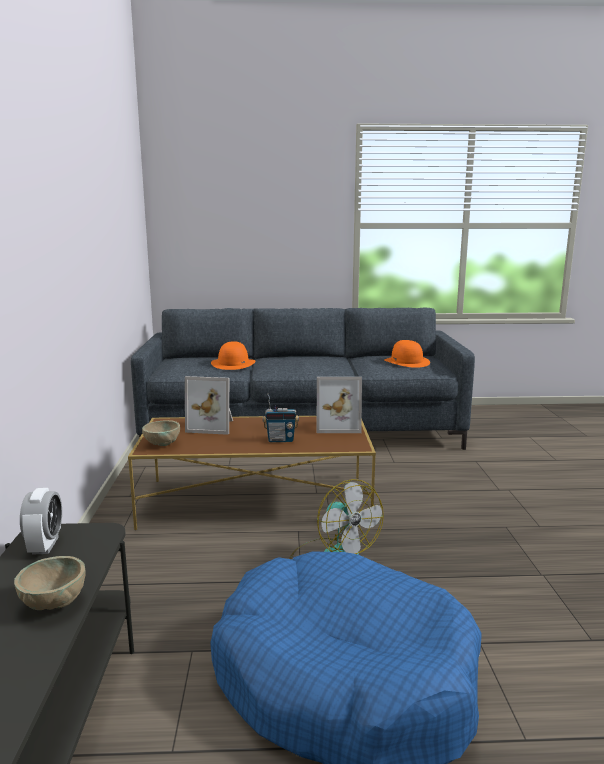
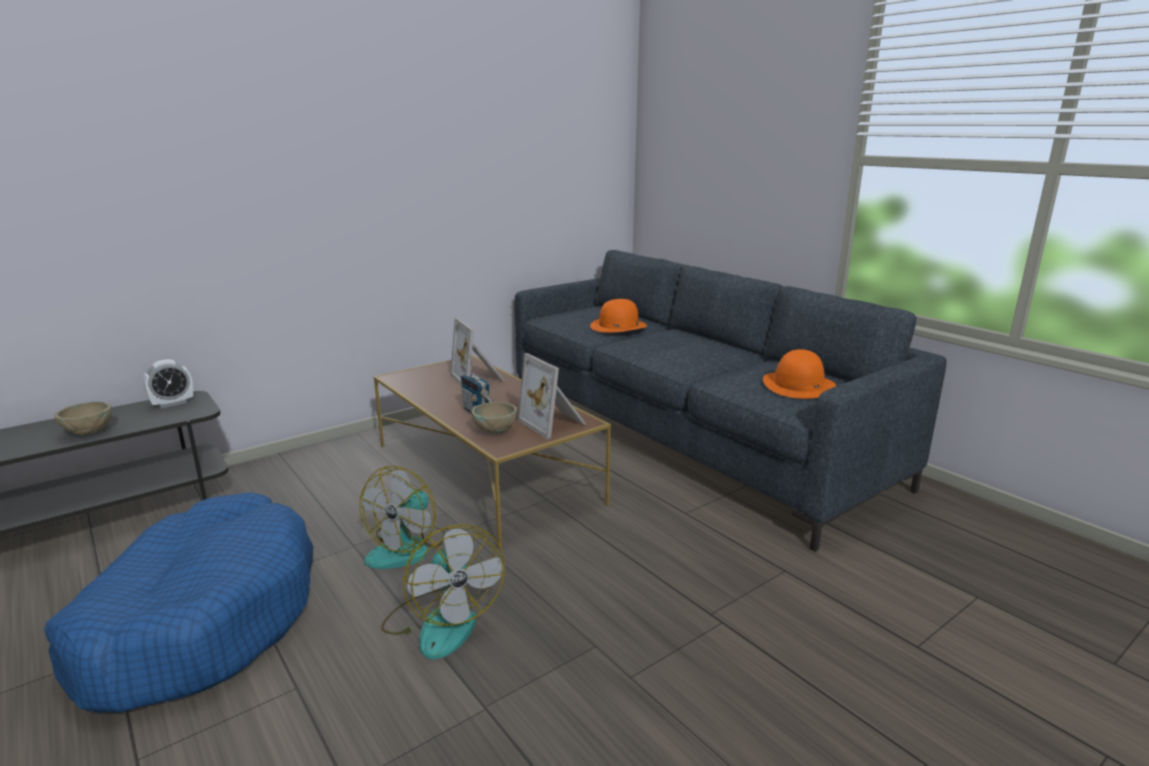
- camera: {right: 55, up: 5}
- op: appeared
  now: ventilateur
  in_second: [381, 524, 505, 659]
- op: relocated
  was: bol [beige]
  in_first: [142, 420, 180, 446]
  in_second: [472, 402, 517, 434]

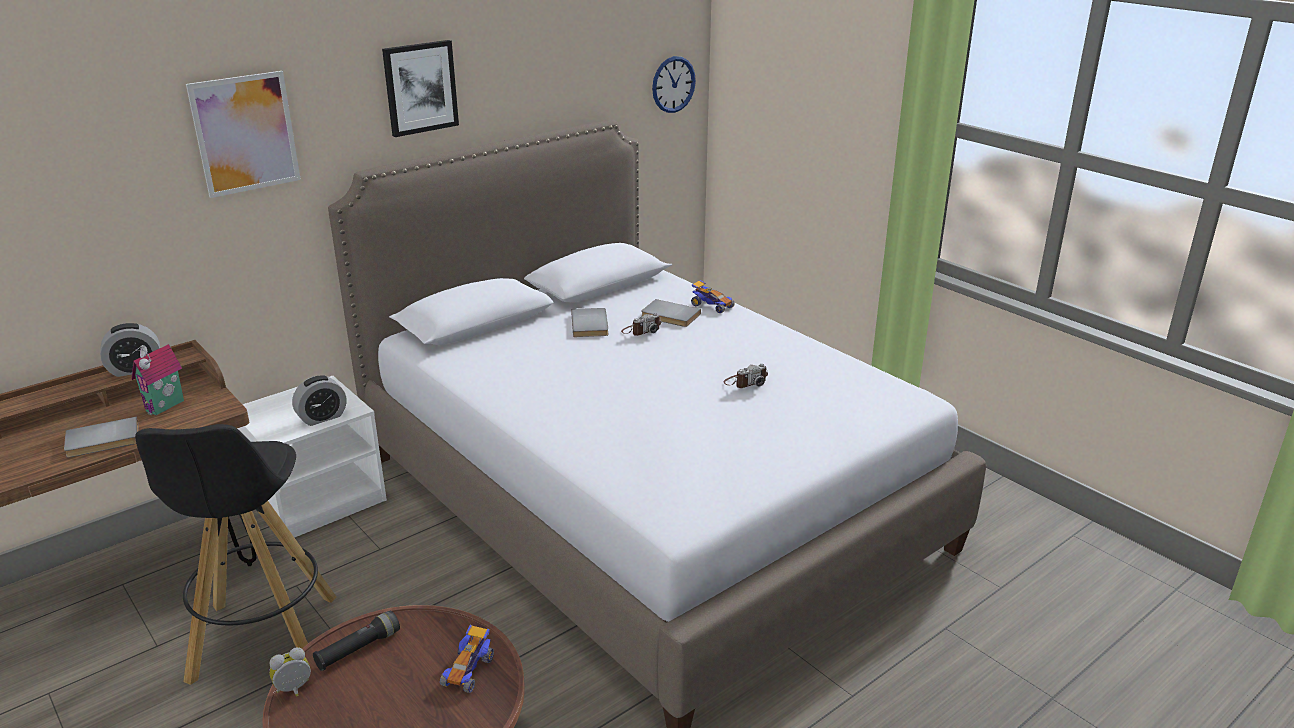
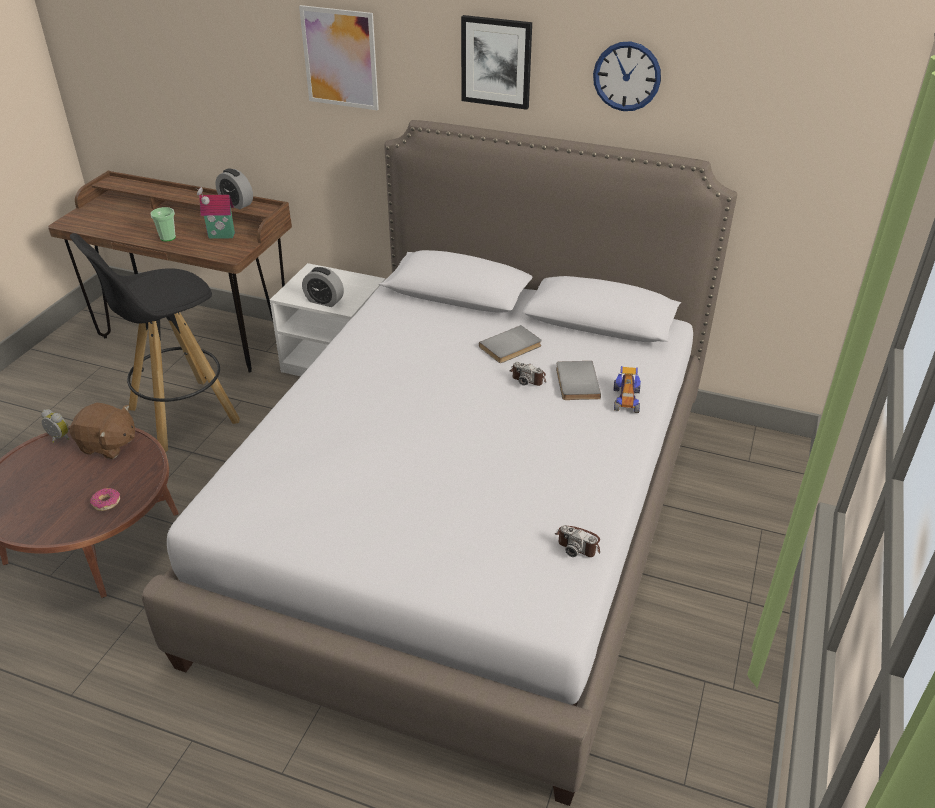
- camera: {right: 60, up: 10}
- op: exchanged
  was: lampe de poche [noir]
  now: peluche [marron]
  in_first: [313, 611, 400, 671]
  in_second: [70, 403, 135, 459]
- op: exchanged
  was: petite voiture
  now: beignet
  in_first: [440, 625, 494, 693]
  in_second: [90, 488, 120, 511]
- op: exchanged
  was: livre [gris]
  now: tasse
  in_first: [64, 417, 139, 458]
  in_second: [150, 207, 176, 241]
- op: relocated
  was: appareil photo
  in_first: [724, 364, 768, 388]
  in_second: [555, 525, 600, 557]
- op: relocated
  was: horloge murale
  in_first: [652, 56, 696, 113]
  in_second: [593, 41, 661, 111]

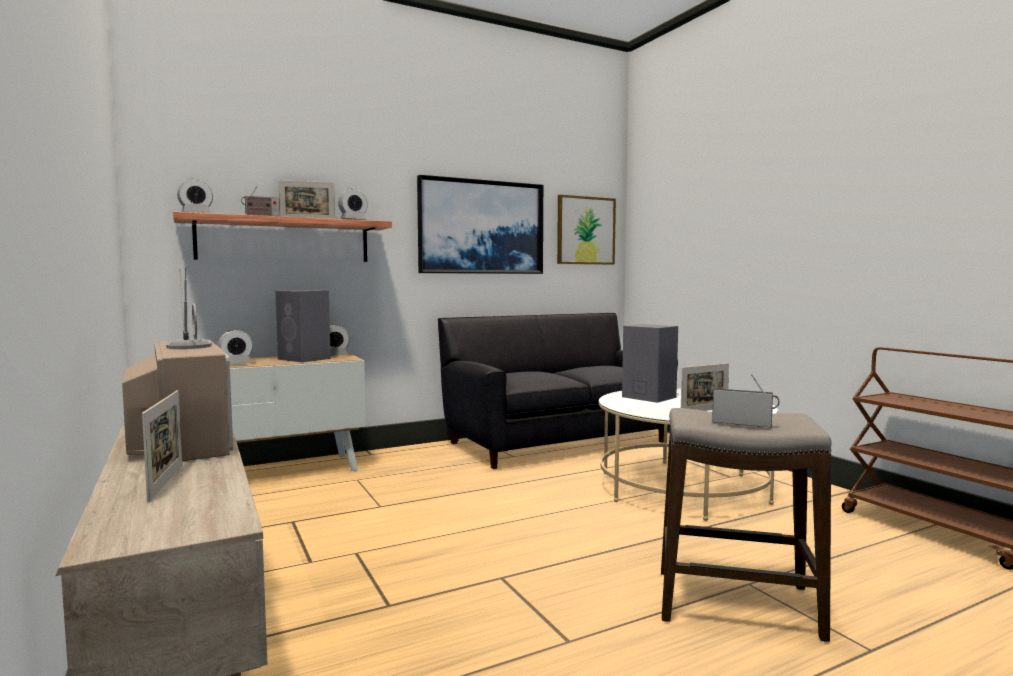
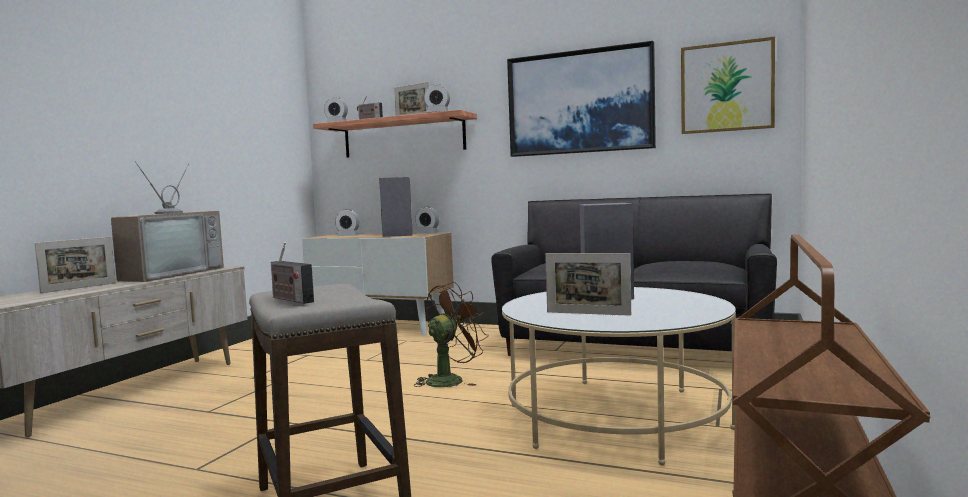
- camera: {right: 50, up: 0}
- op: spun
  was: radio
  in_first: [712, 374, 779, 427]
  in_second: [271, 242, 314, 304]
  clockwise: 150
- op: appeared
  now: ventilateur [marron]
  in_second: [414, 282, 489, 387]

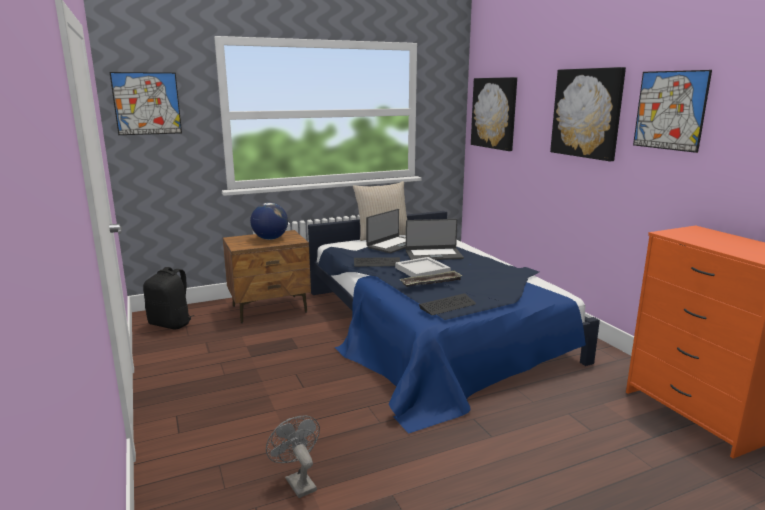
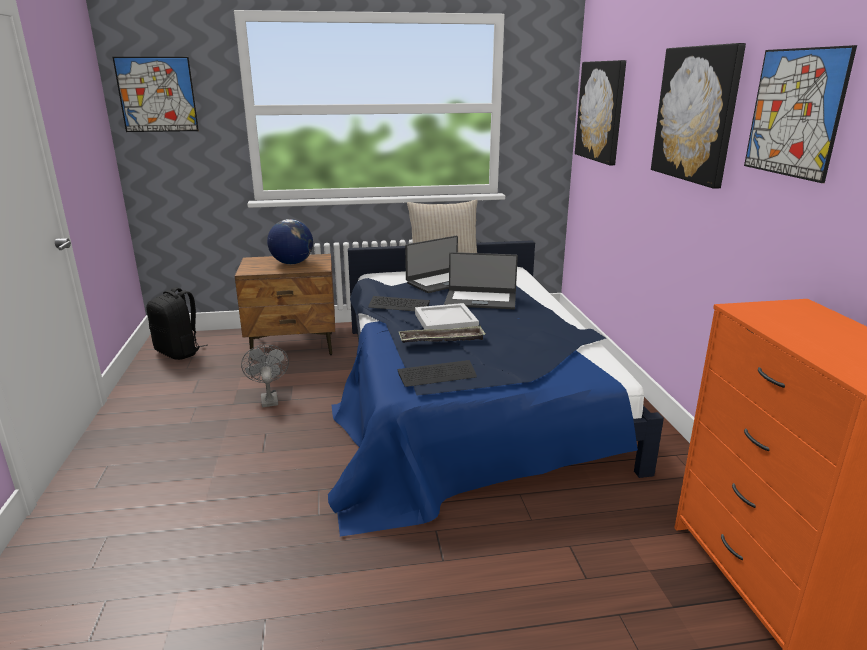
- camera: {right: 15, up: 5}
- op: relocated
  was: ventilateur [gris]
  in_first: [266, 416, 320, 498]
  in_second: [241, 344, 289, 407]

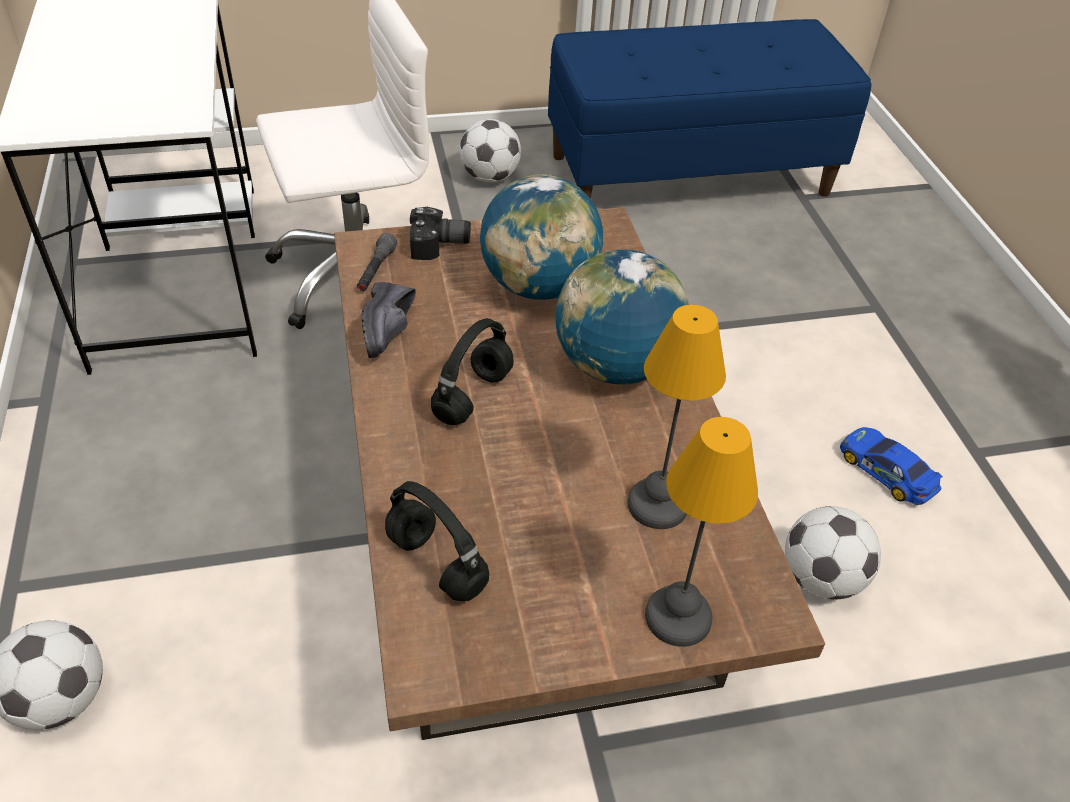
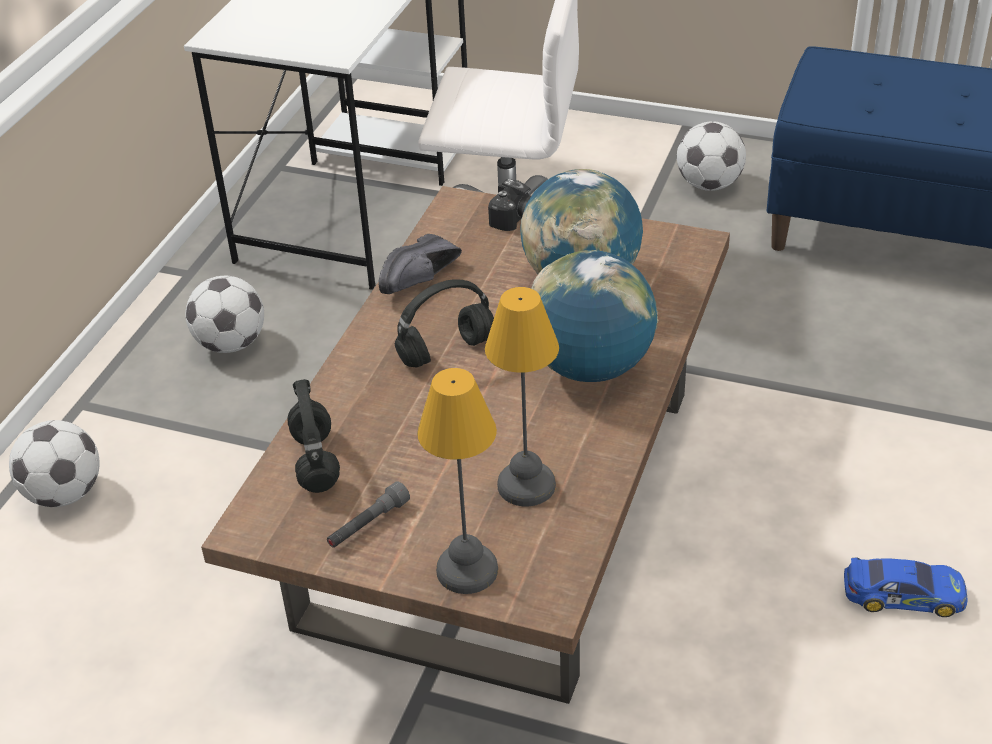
- camera: {right: 35, up: -5}
- op: relocated
  was: ballon de foot
  in_first: [785, 506, 881, 600]
  in_second: [186, 276, 264, 353]
- op: relocated
  was: lampe de poche [gris]
  in_first: [357, 233, 397, 291]
  in_second: [327, 481, 410, 548]
- op: spun
  was: petite voiture
  in_first: [840, 427, 943, 505]
  in_second: [844, 557, 968, 617]
  clockwise: 105

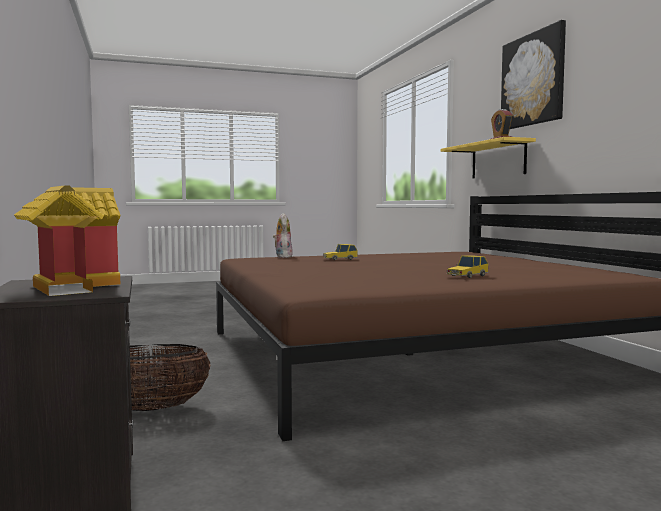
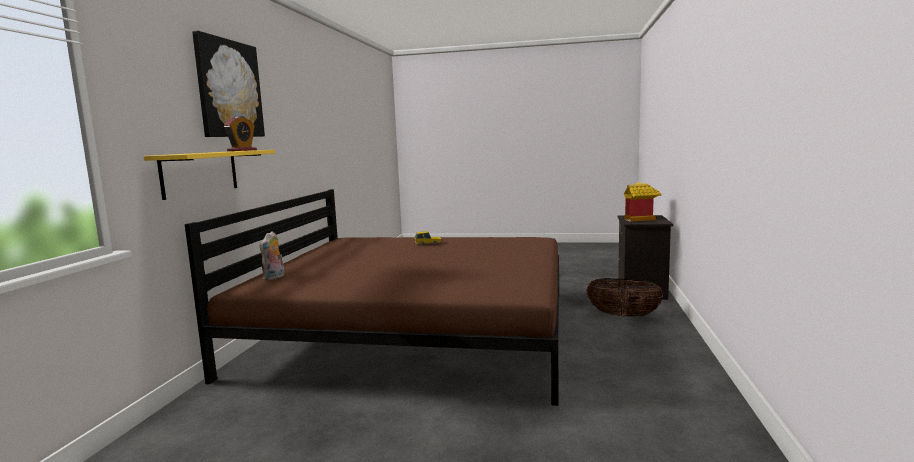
- camera: {right: -150, up: 5}
- op: relocated
  was: peluche
  in_first: [273, 213, 293, 258]
  in_second: [259, 231, 284, 280]
- op: missing
  was: petite voiture
  in_first: [323, 244, 358, 260]

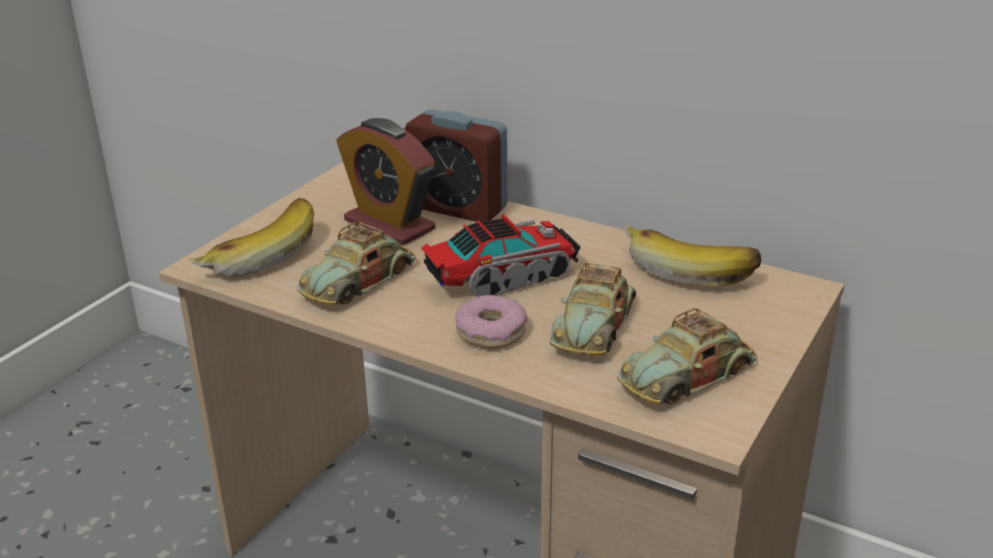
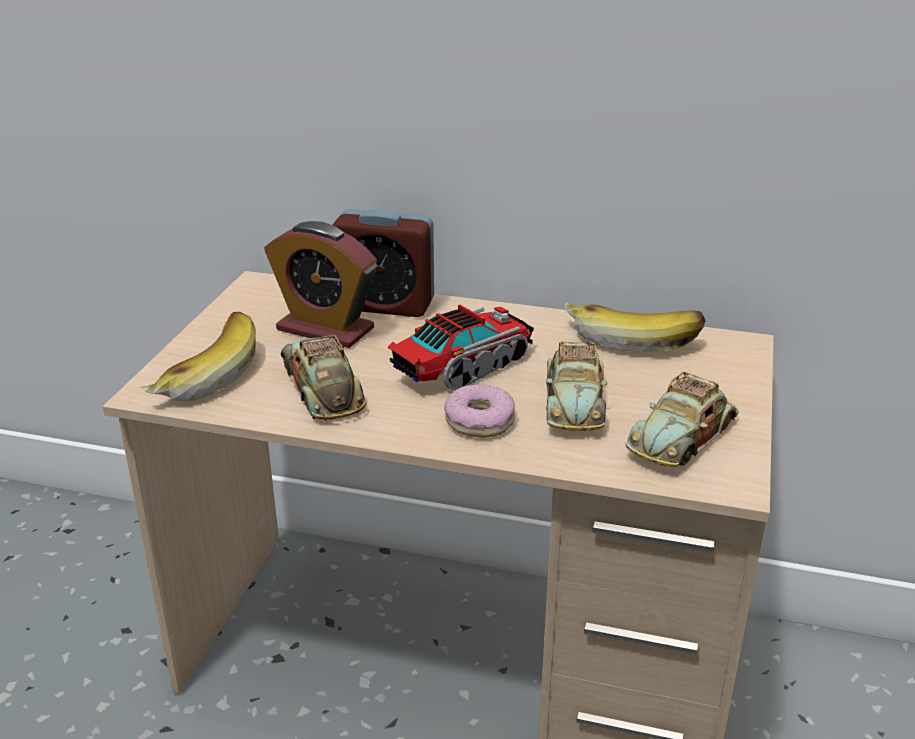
- camera: {right: -15, up: 0}
- op: spun
  was: petite voiture
  in_first: [297, 222, 416, 305]
  in_second: [280, 335, 366, 421]
  clockwise: 135

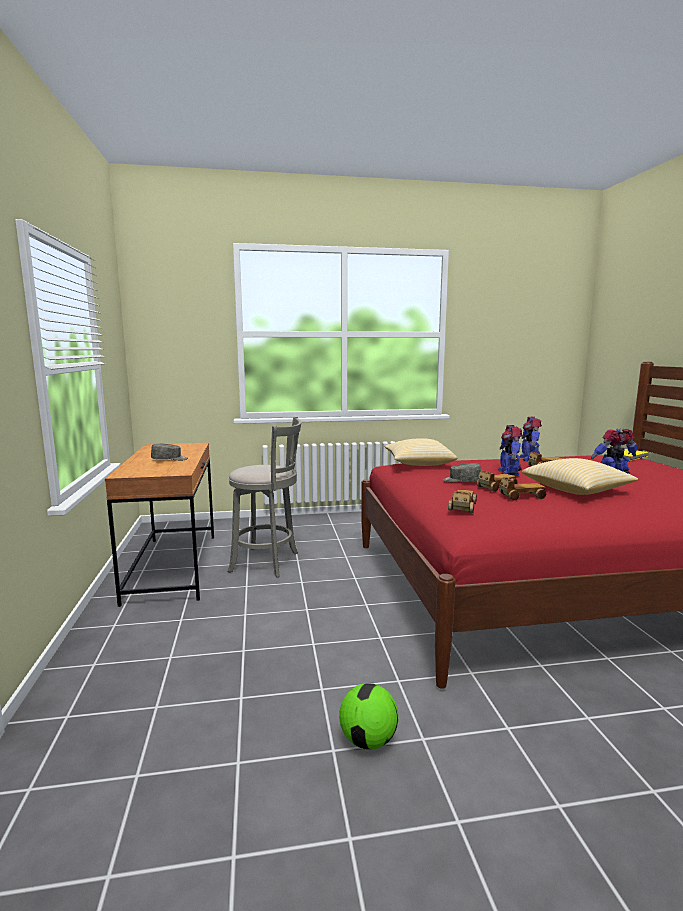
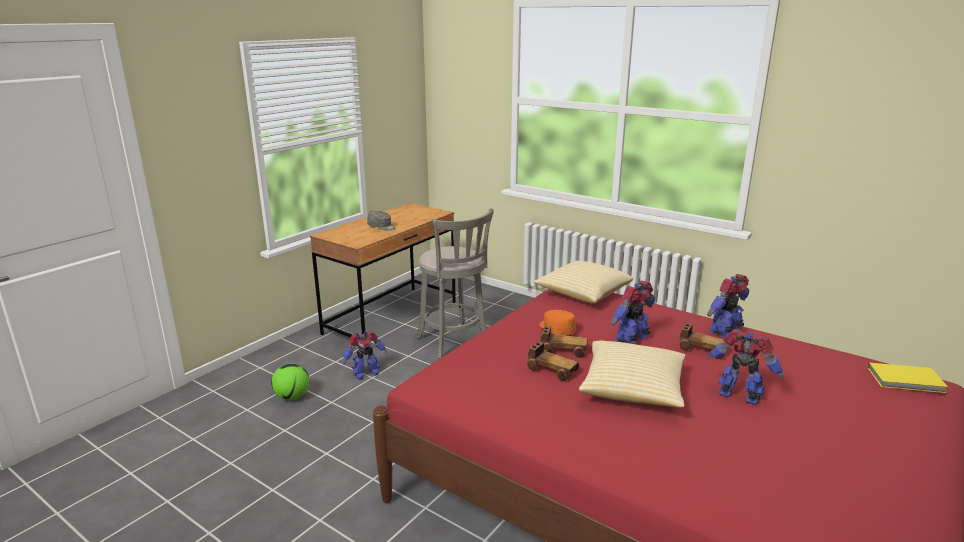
- camera: {right: 45, up: 10}
- op: relocated
  was: ballon de foot
  in_first: [339, 683, 398, 750]
  in_second: [271, 363, 309, 400]
- op: appeared
  now: robot jouet
  in_second: [343, 330, 388, 380]
- op: colour
  was: casquette [gris]
  now: casquette [orange]
  in_first: [443, 463, 481, 482]
  in_second: [540, 310, 576, 335]
- op: missing
  was: petite voiture
  in_first: [448, 490, 477, 513]

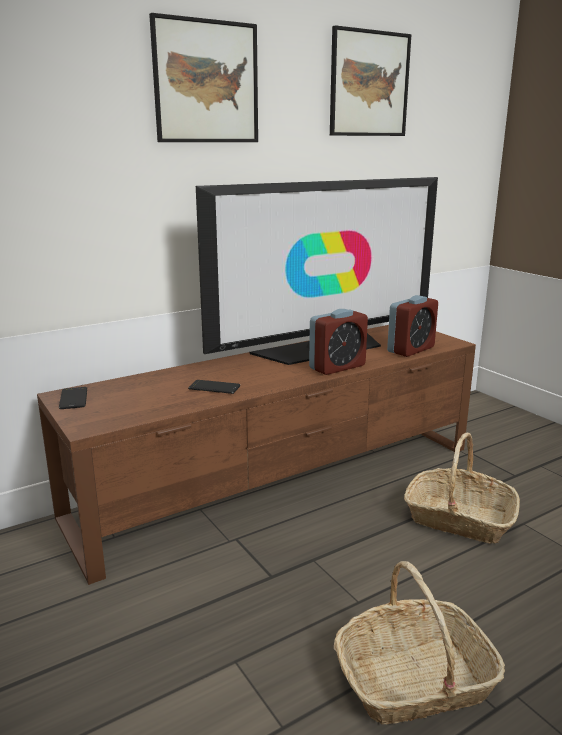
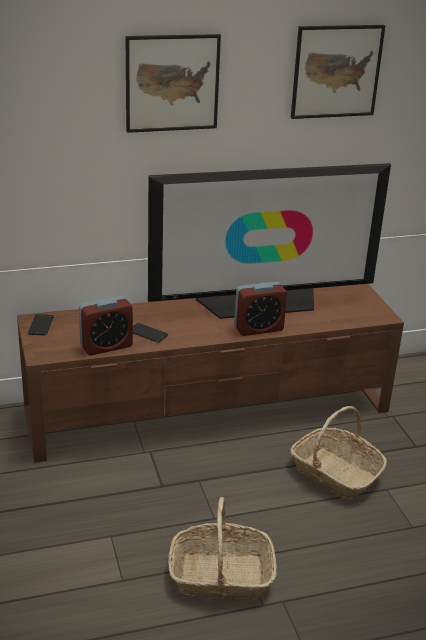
- camera: {right: 15, up: 10}
- op: relocated
  was: réveil
  in_first: [387, 295, 438, 357]
  in_second: [79, 296, 133, 356]

